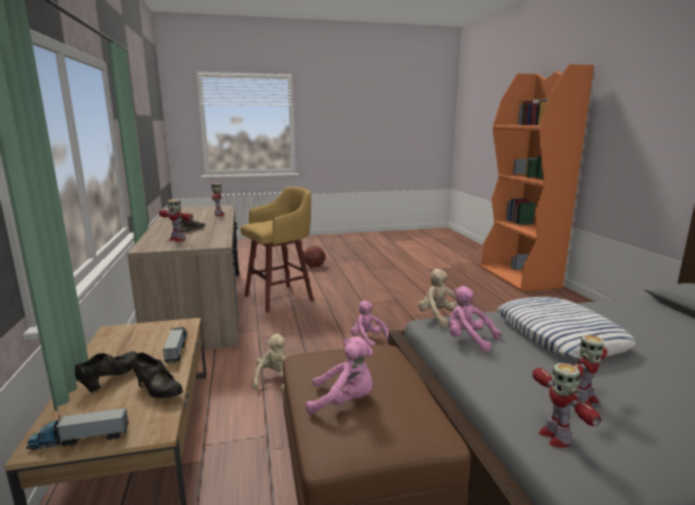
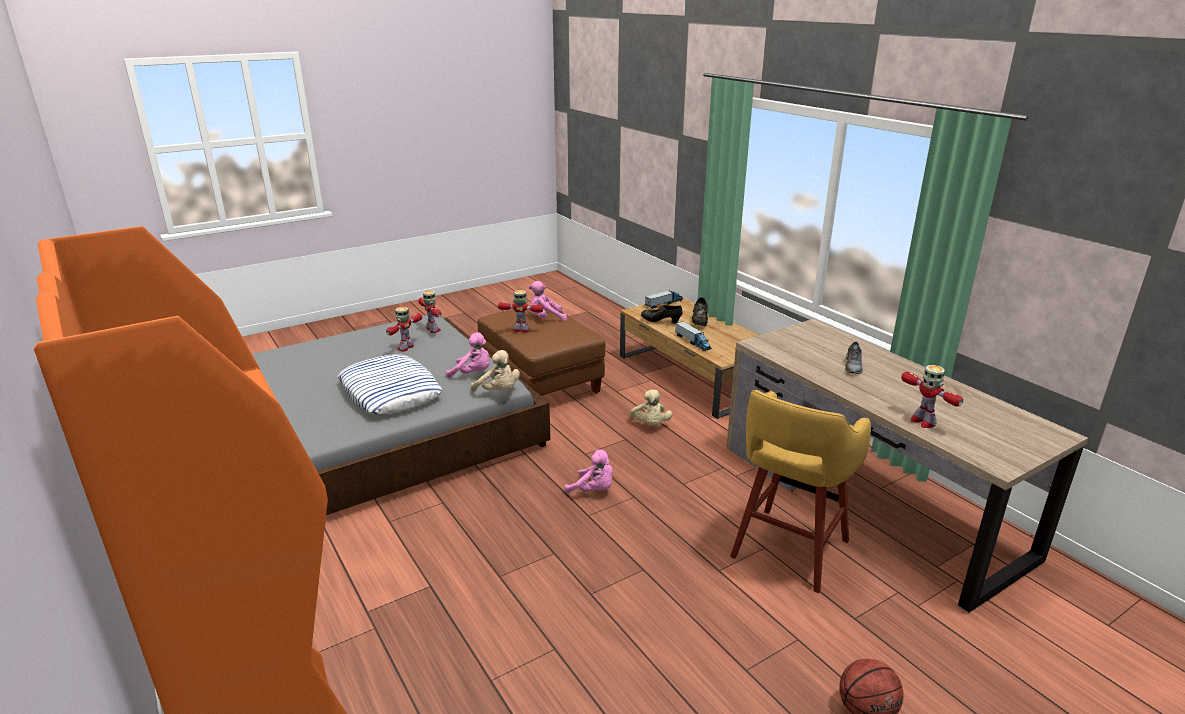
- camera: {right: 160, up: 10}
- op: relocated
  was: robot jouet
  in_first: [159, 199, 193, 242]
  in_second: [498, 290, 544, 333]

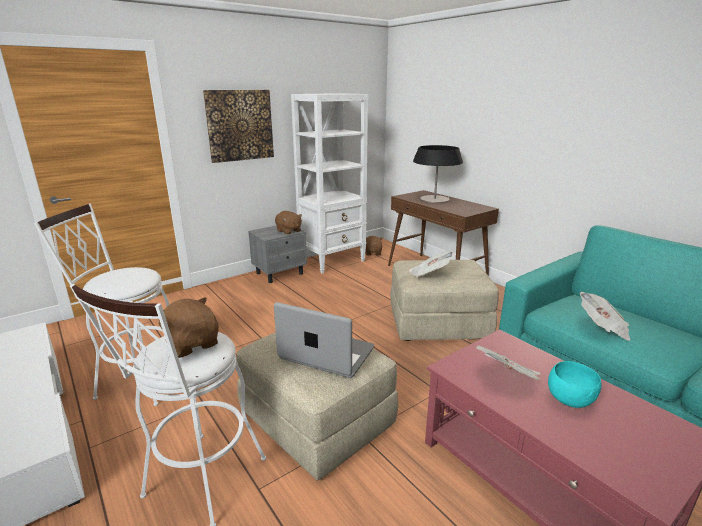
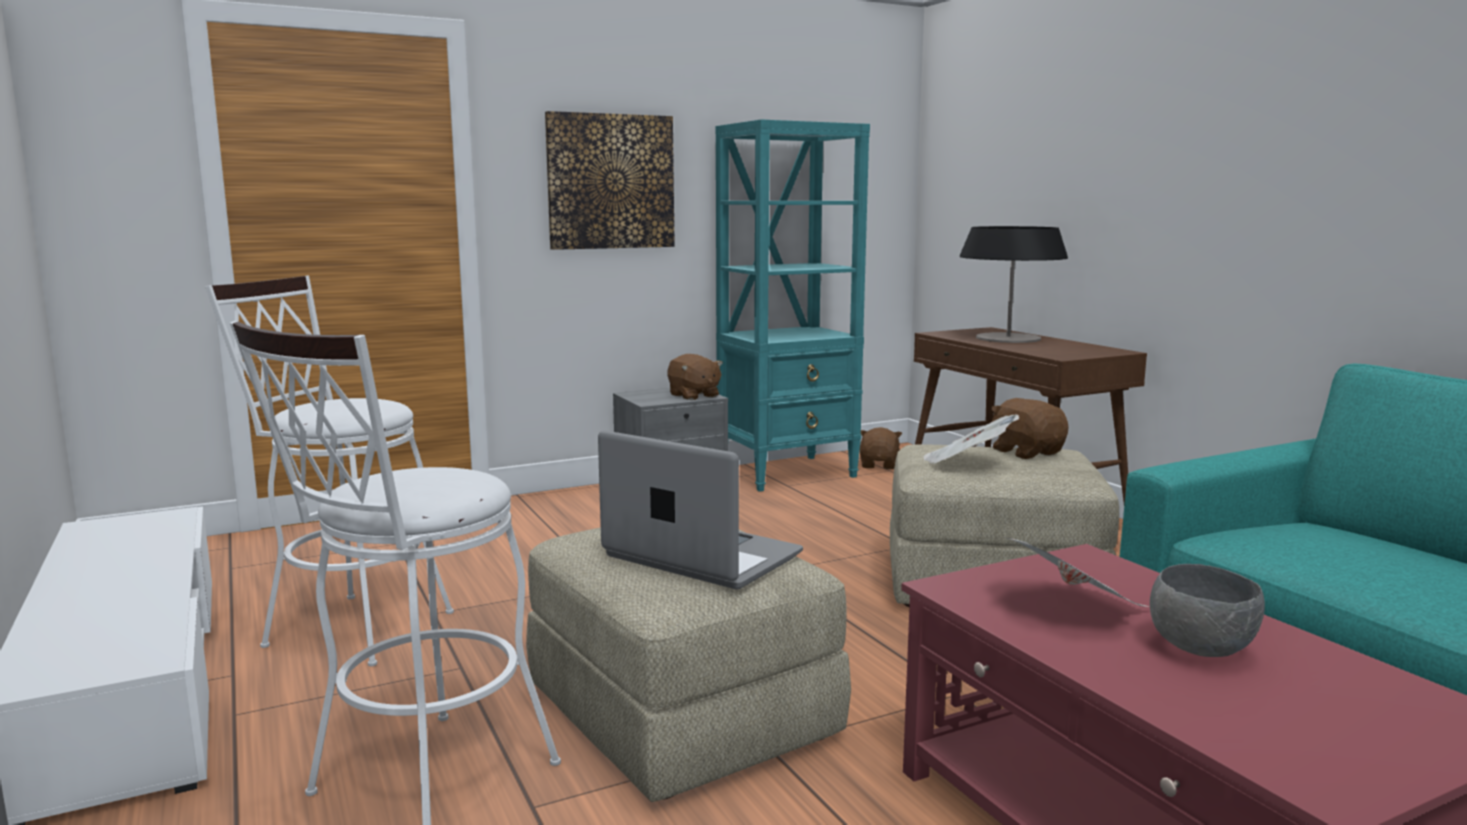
- camera: {right: 10, up: -10}
- op: colour
  was: bibliothèque [blanc]
  now: bibliothèque [turquoise]
  in_first: [291, 93, 368, 273]
  in_second: [716, 119, 870, 492]
- op: relocated
  was: peluche [marron]
  in_first: [159, 297, 219, 358]
  in_second: [991, 398, 1069, 459]
- op: colour
  was: bol [turquoise]
  now: bol [gris]
  in_first: [548, 361, 601, 408]
  in_second: [1150, 564, 1265, 657]
- op: missing
  was: journal
  in_first: [580, 292, 630, 341]

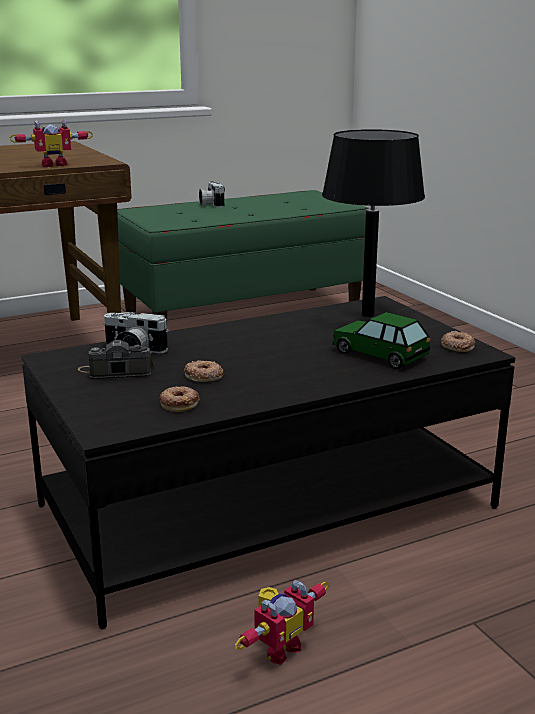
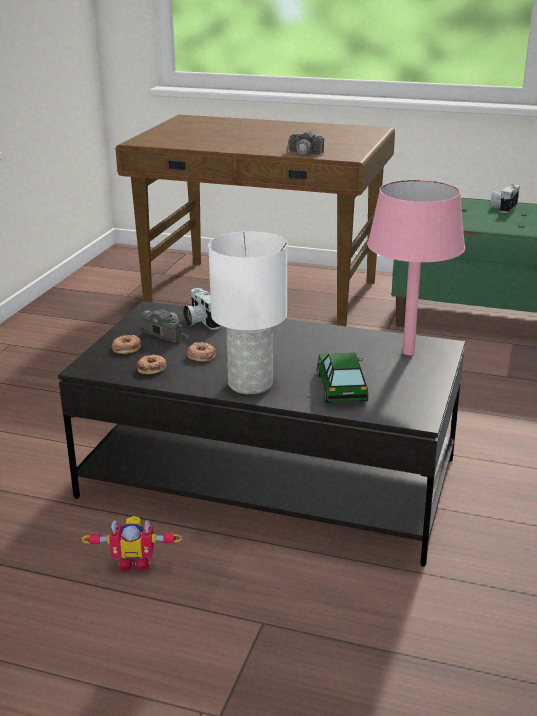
- camera: {right: 45, up: 5}
- op: relocated
  was: beignet
  in_first: [441, 331, 475, 352]
  in_second: [112, 335, 141, 354]
- op: appeared
  now: lampe de table [blanc]
  in_second: [208, 231, 287, 394]
- op: exchanged
  was: robot jouet
  now: appareil photo
  in_first: [9, 119, 93, 167]
  in_second: [286, 131, 327, 158]
- op: colour
  was: lampe de table [noir]
  now: lampe de table [rose]
  in_first: [322, 129, 425, 317]
  in_second: [367, 180, 465, 355]

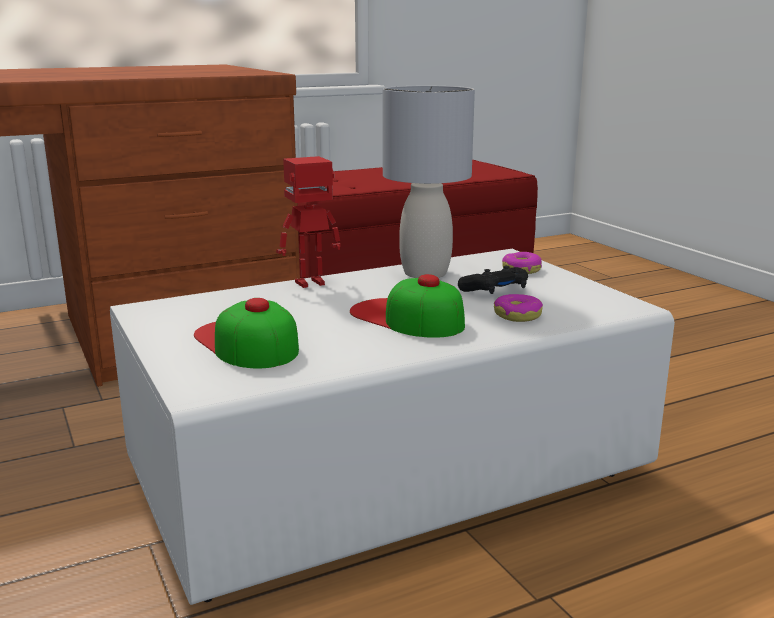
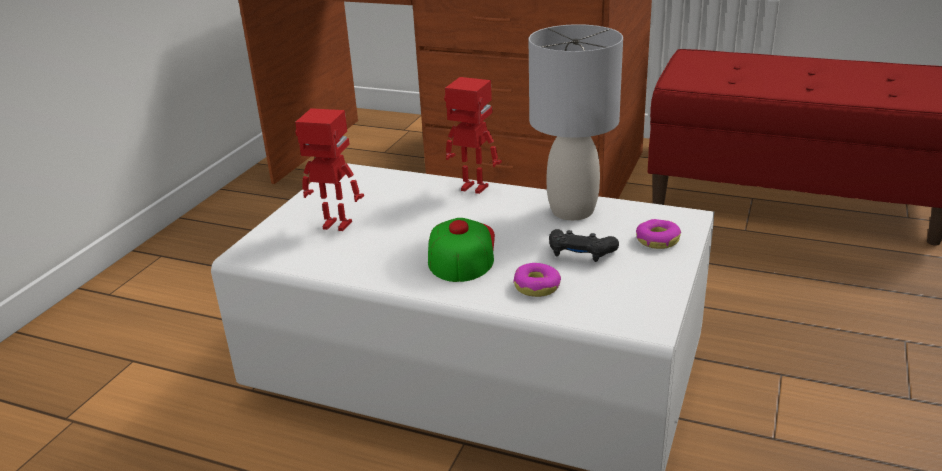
- camera: {right: 50, up: 10}
- op: exchanged
  was: casquette
  now: robot jouet
  in_first: [194, 298, 299, 368]
  in_second: [295, 108, 364, 231]

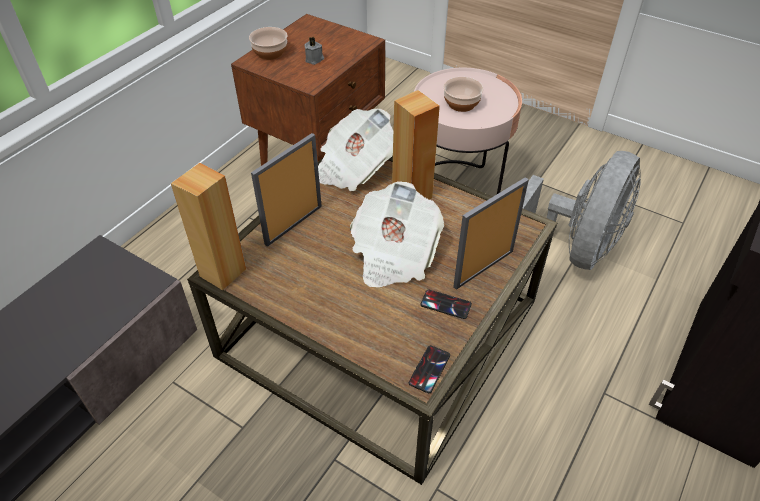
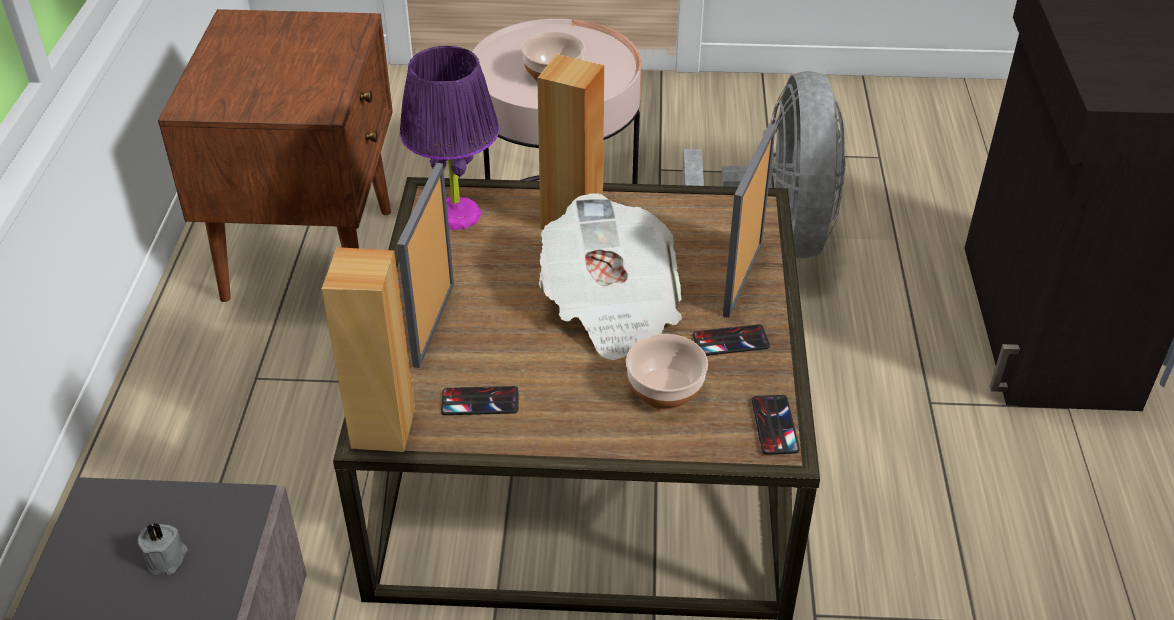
- camera: {right: -30, up: -5}
- op: relocated
  was: bougie [gris]
  in_first: [304, 37, 324, 65]
  in_second: [138, 522, 188, 575]
- op: exchanged
  was: journal
  now: lampe de table [violet]
  in_first: [318, 109, 393, 191]
  in_second: [400, 46, 499, 230]
- op: appeared
  now: téléphone
  in_second: [441, 386, 518, 415]
- op: relocated
  was: bol
  in_first: [249, 27, 287, 60]
  in_second: [626, 334, 708, 410]

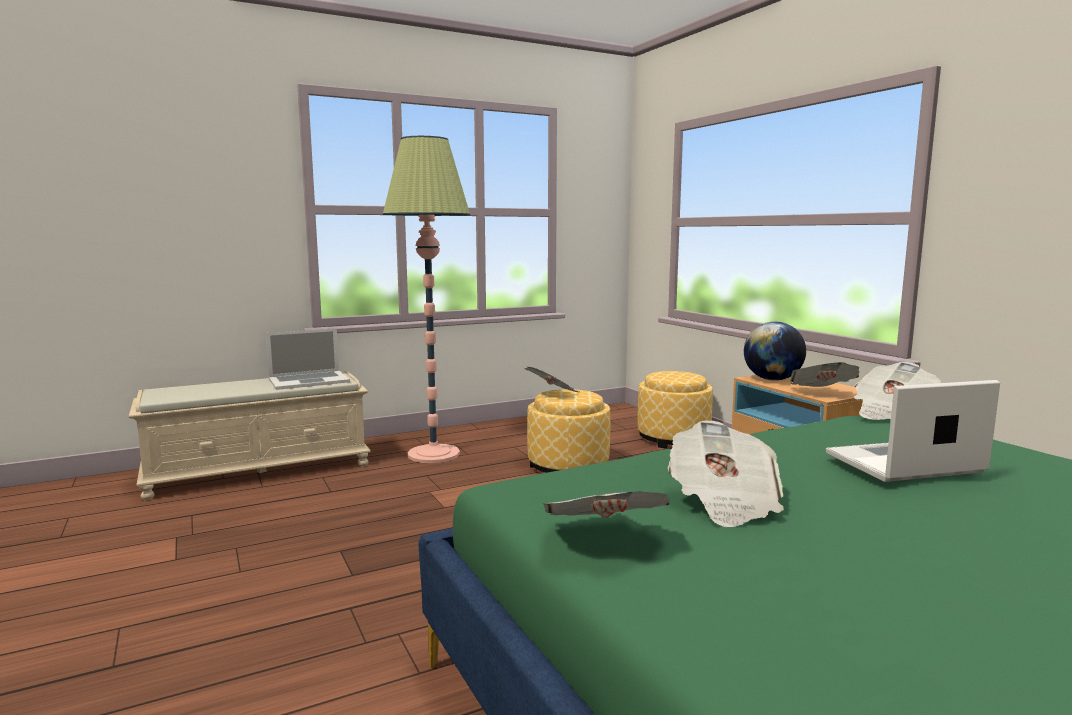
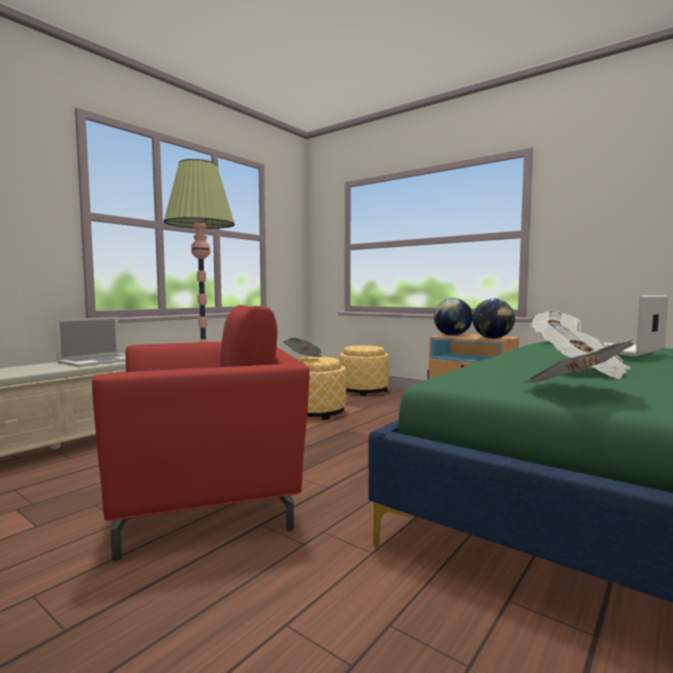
- camera: {right: -25, up: -5}
- op: appeared
  now: fauteuil [rouge]
  in_second: [92, 305, 310, 561]
- op: exchanged
  was: journal
  now: globe
  in_first: [790, 362, 860, 387]
  in_second: [472, 299, 515, 339]

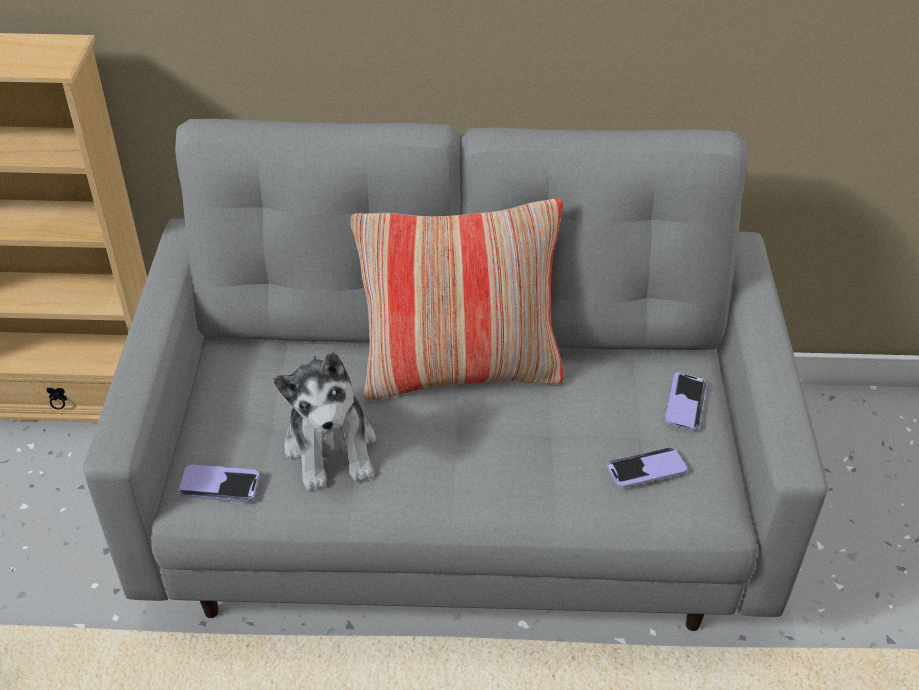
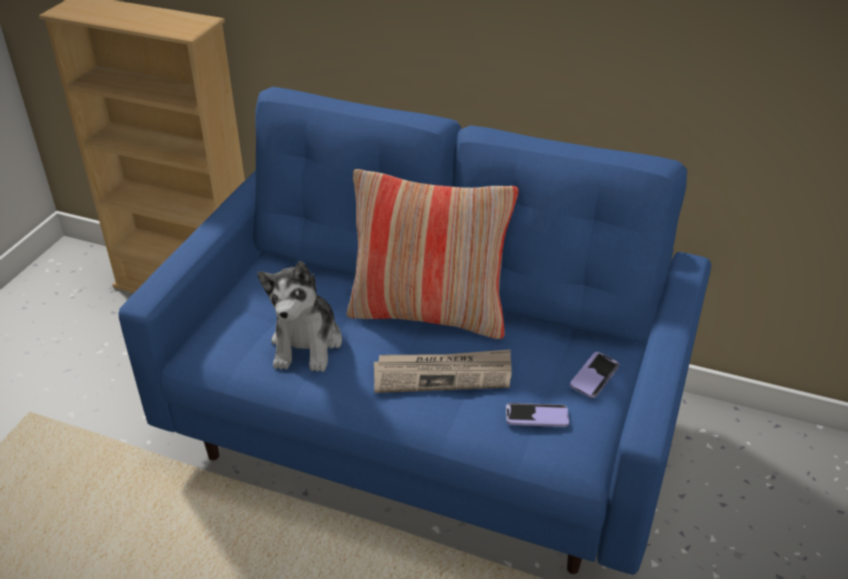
- camera: {right: 20, up: -5}
- op: colour
  was: canapé [gris]
  now: canapé [bleu]
  in_first: [83, 119, 828, 631]
  in_second: [119, 87, 711, 575]
- op: appeared
  now: journal
  in_second: [374, 349, 512, 393]
- op: missing
  was: téléphone
  in_first: [179, 465, 259, 502]

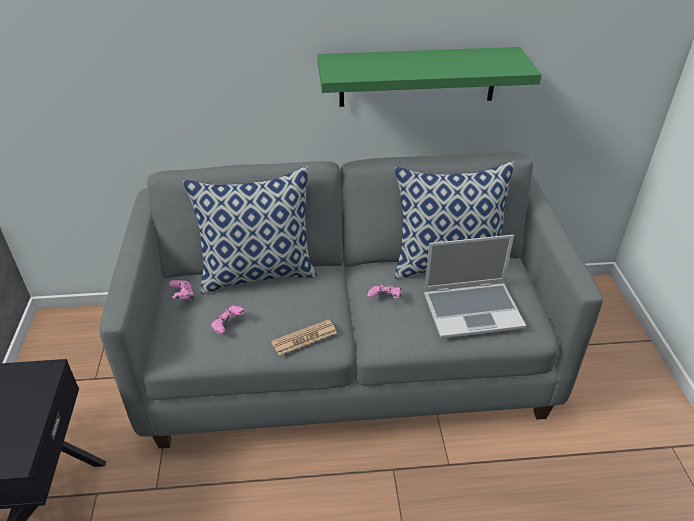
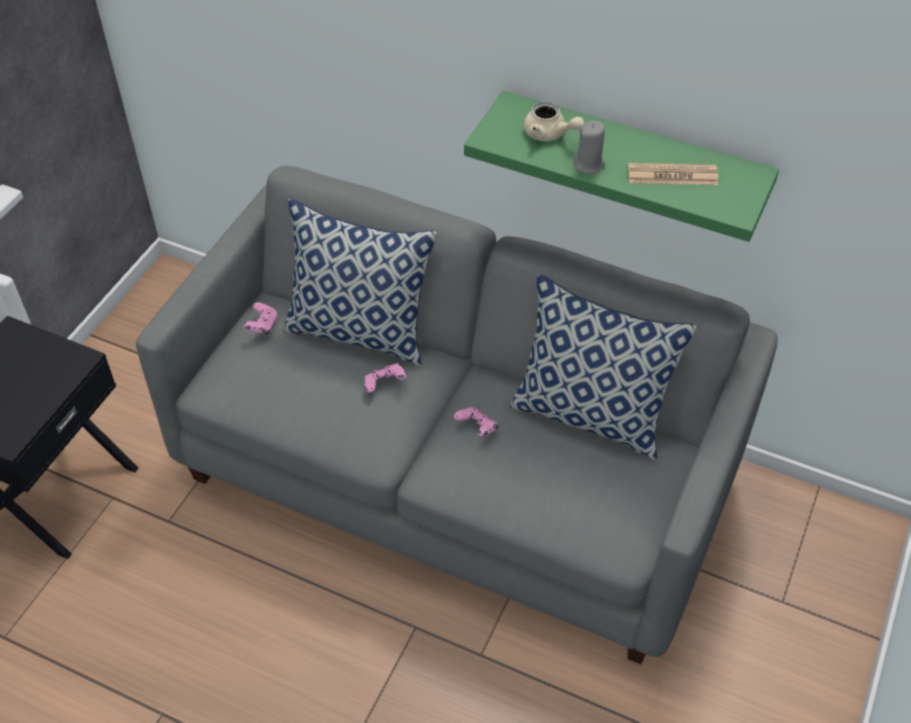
- camera: {right: 30, up: 10}
- op: relocated
  was: manette [rose]
  in_first: [211, 305, 245, 334]
  in_second: [364, 363, 407, 393]
- op: appeared
  now: théière [beige]
  in_second: [524, 102, 584, 141]
- op: appeared
  now: bougie [gris]
  in_second: [573, 121, 605, 174]
- op: relocated
  was: journal
  in_first: [271, 319, 337, 355]
  in_second: [628, 163, 718, 185]
- op: missing
  was: ordinateur portable
  in_first: [424, 235, 526, 339]

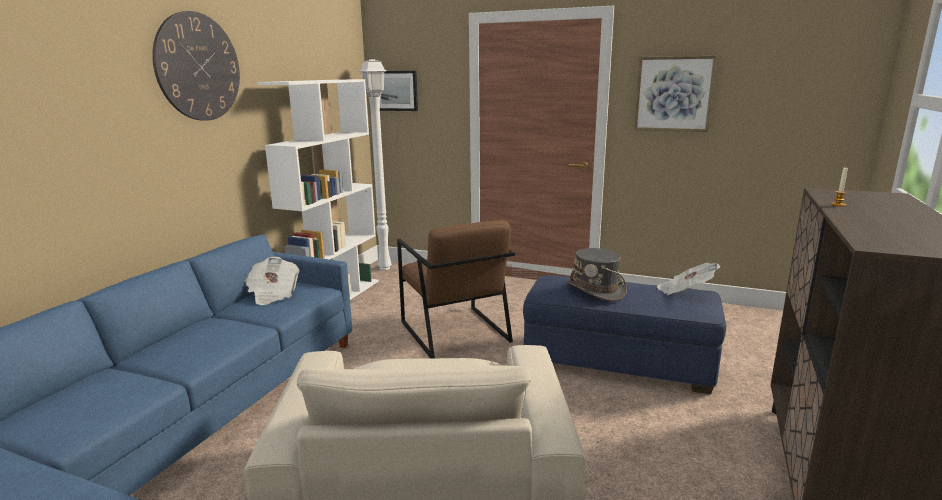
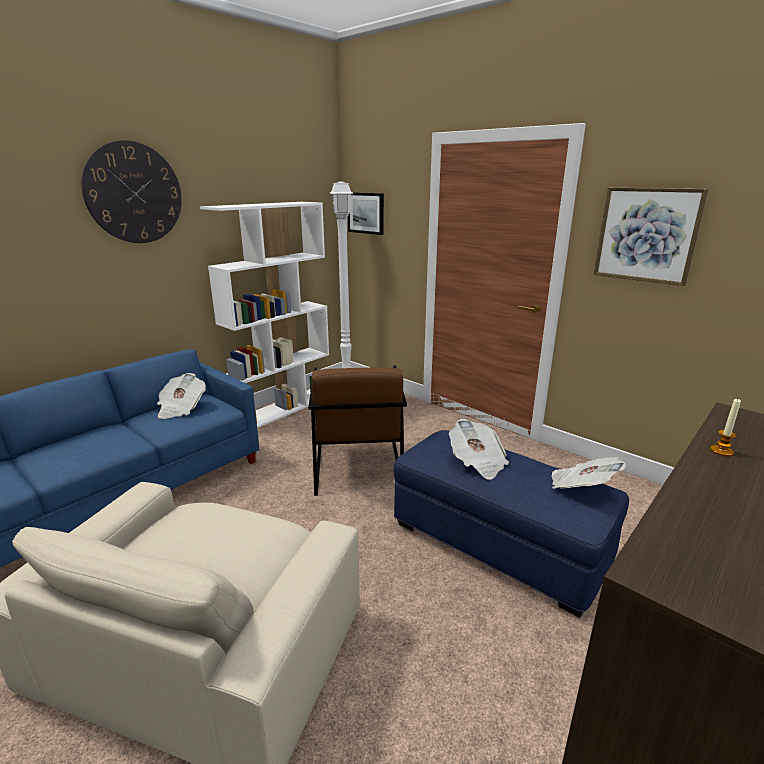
- camera: {right: 20, up: 5}
- op: exchanged
  was: chapeau [gris]
  now: journal
  in_first: [567, 248, 627, 301]
  in_second: [449, 419, 509, 480]

